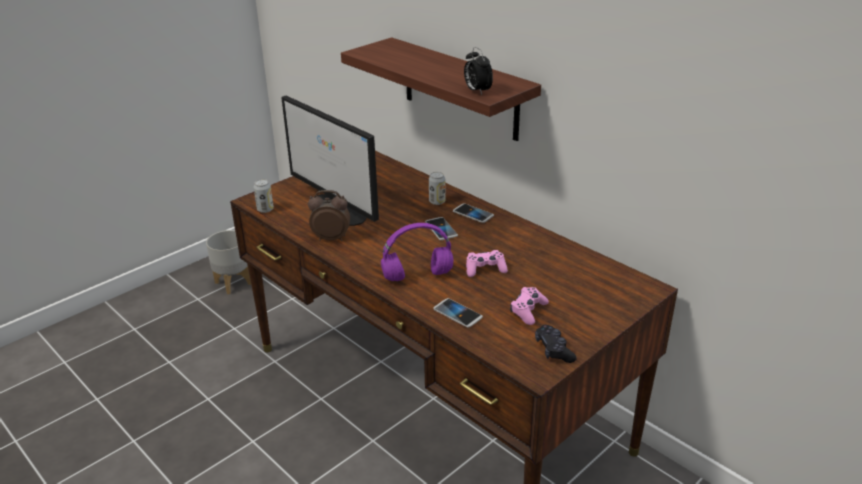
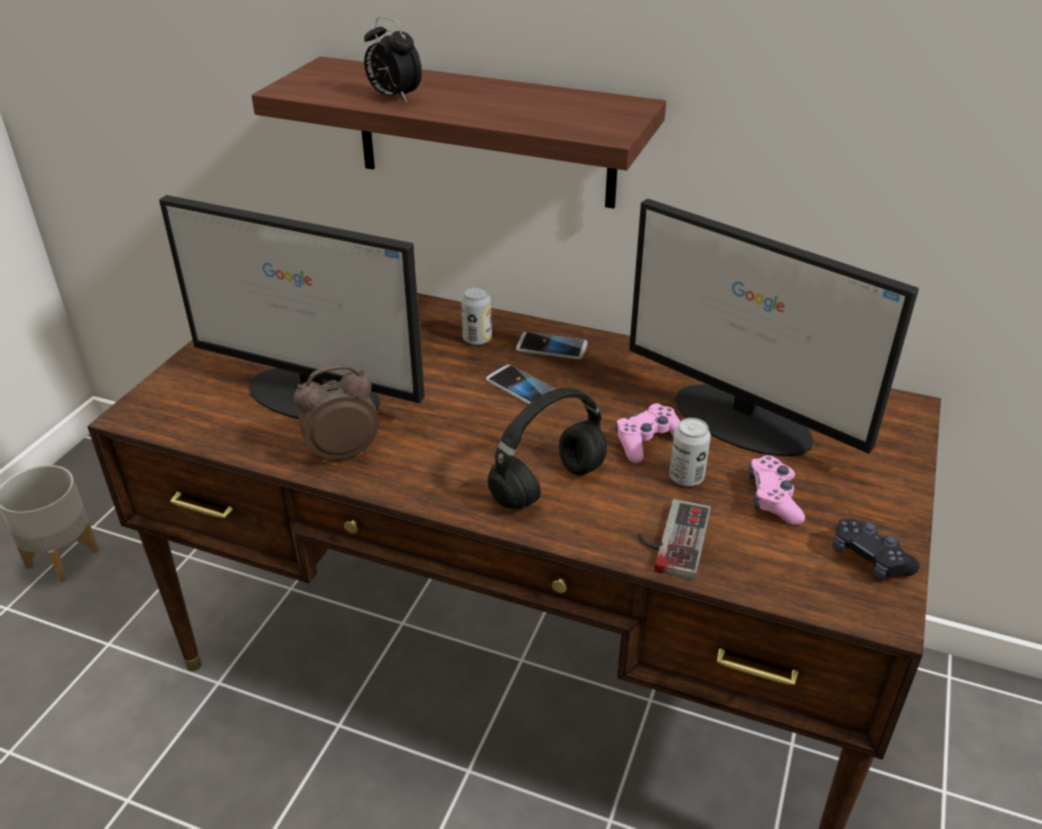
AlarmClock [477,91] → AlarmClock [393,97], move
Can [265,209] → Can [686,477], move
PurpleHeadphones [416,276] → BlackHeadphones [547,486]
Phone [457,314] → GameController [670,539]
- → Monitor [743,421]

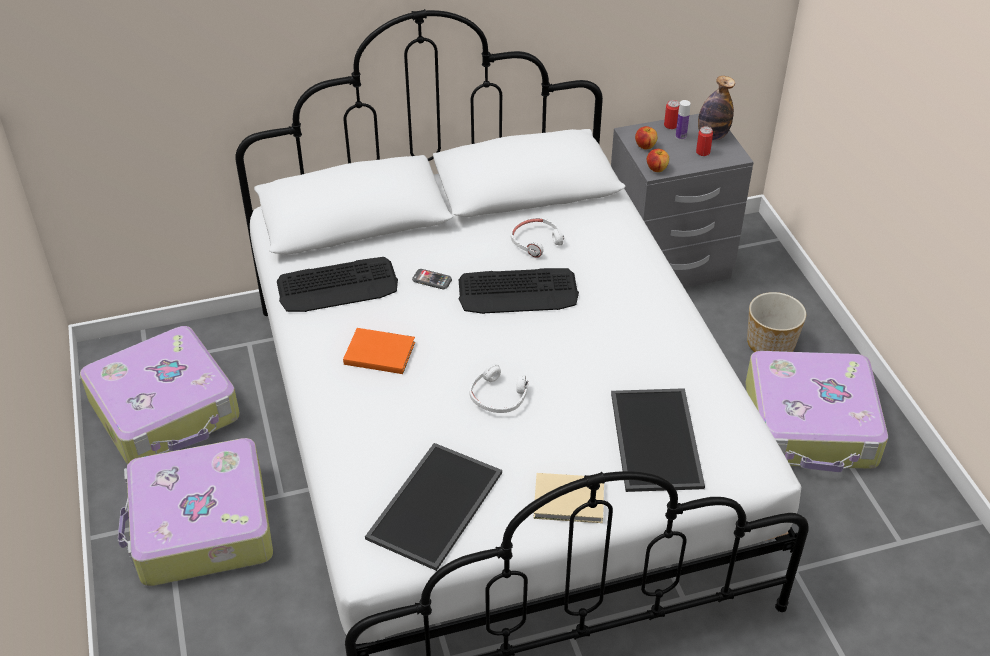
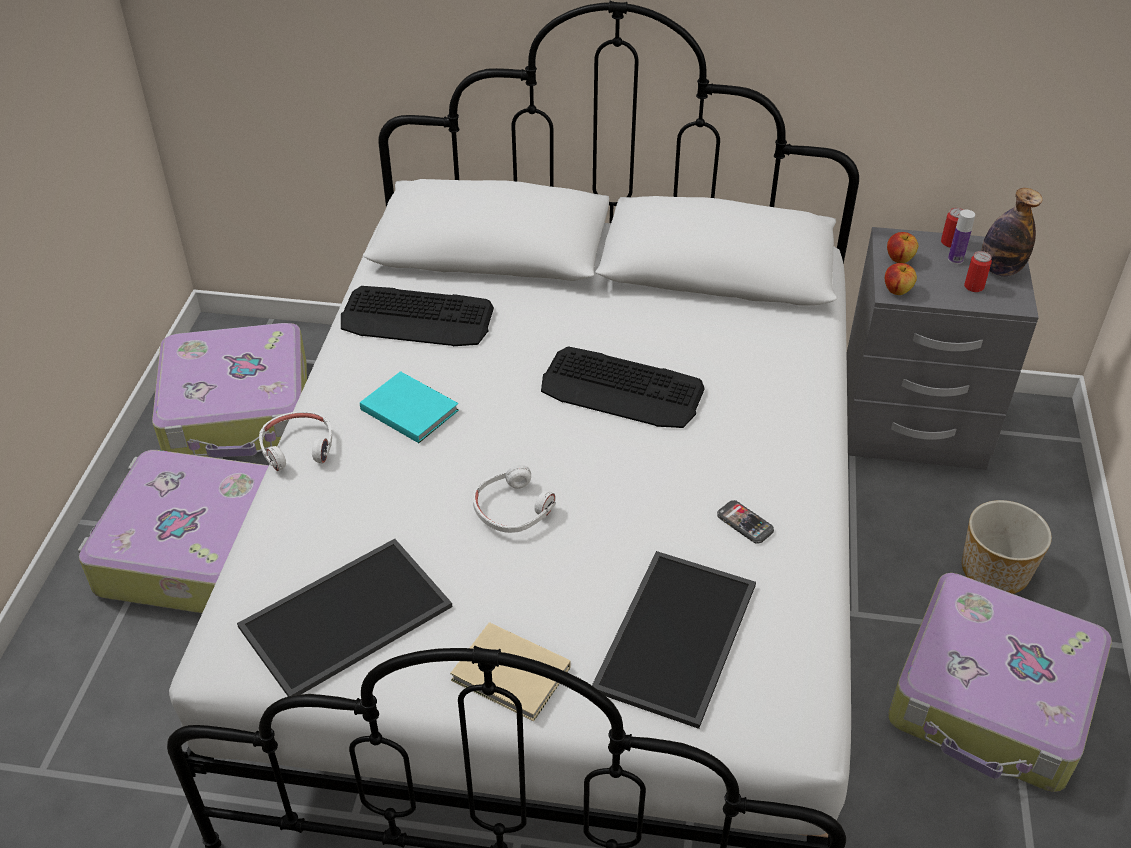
WhiteHeadphones [536,241] → WhiteHeadphones [298,447], move
Phone [432,280] → Phone [745,523], move
OrangeBook [378,352] → TurquoiseBook [408,408]

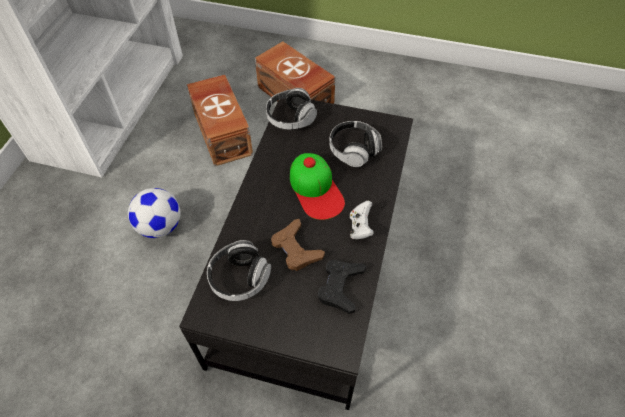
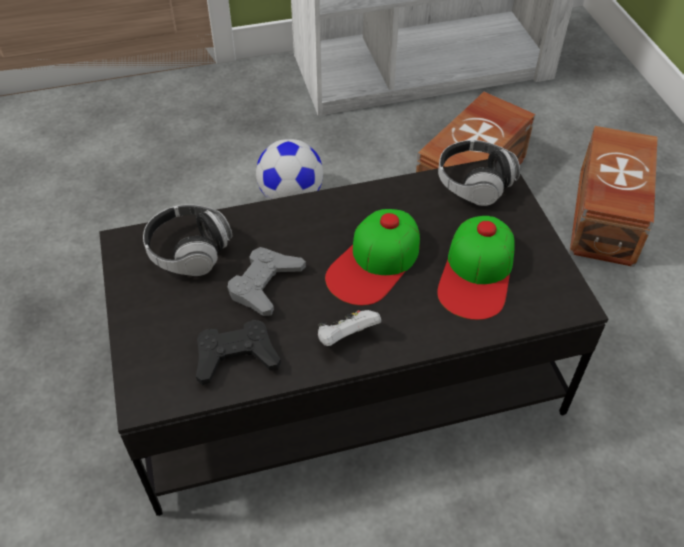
Headphones [353,150] → Cap [477,273]
BrownGameController [296,249] → GreyGameController [265,284]

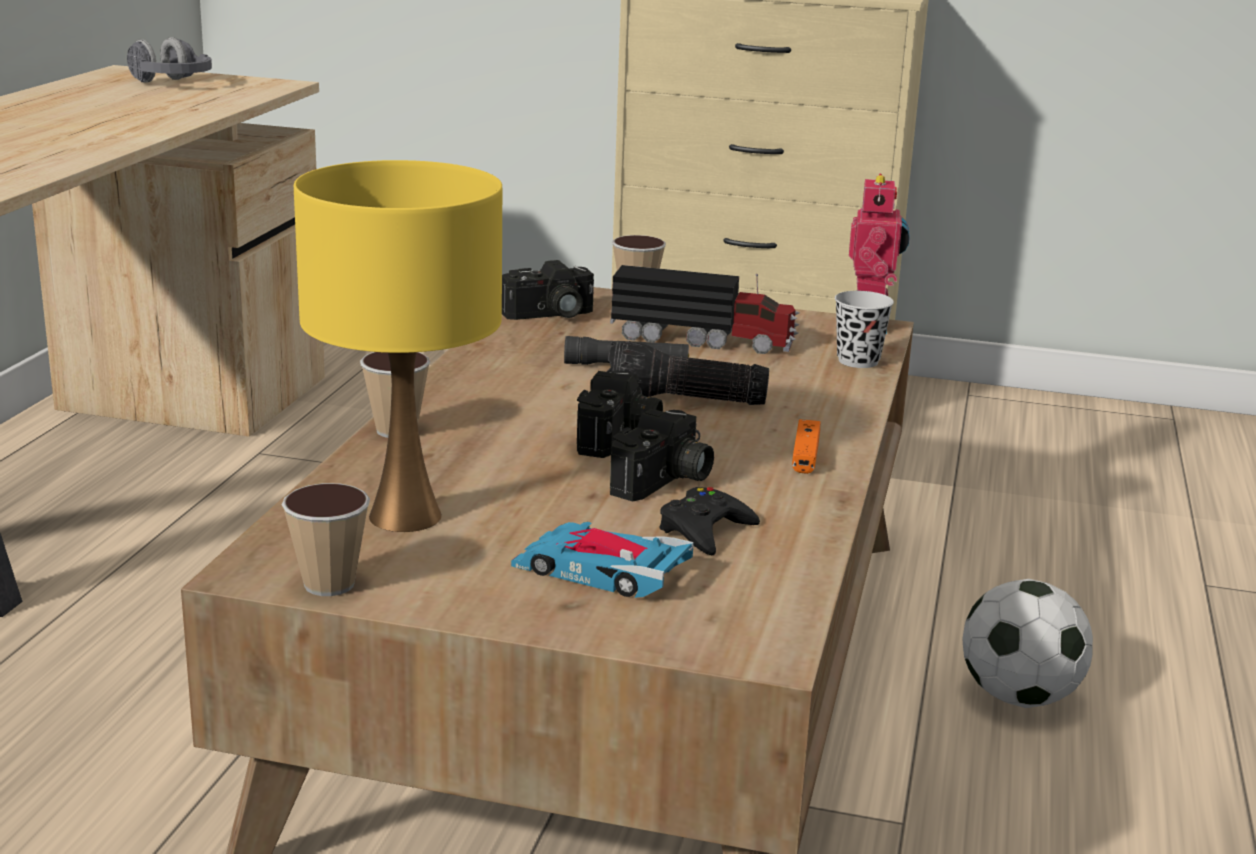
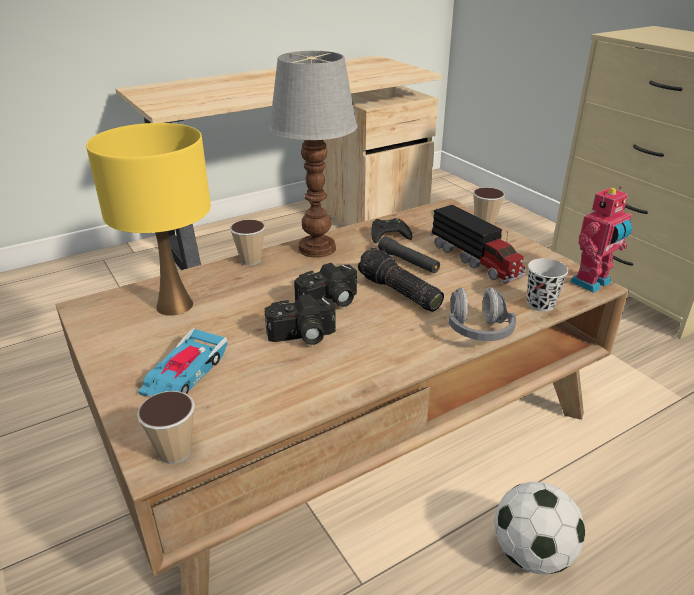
GreyHeadphones [171,84] → GreyHeadphones [478,331], move
PhotoCamera [550,315] → -
OrangeGameController [805,455] → -
Cup [329,584] → Cup [175,452], move
BlackGameController [705,530] → BlackGameController [389,235], move
ToyCar [600,571] → ToyCar [185,373], 135 degrees counterclockwise
- → TableLamp [317,249]

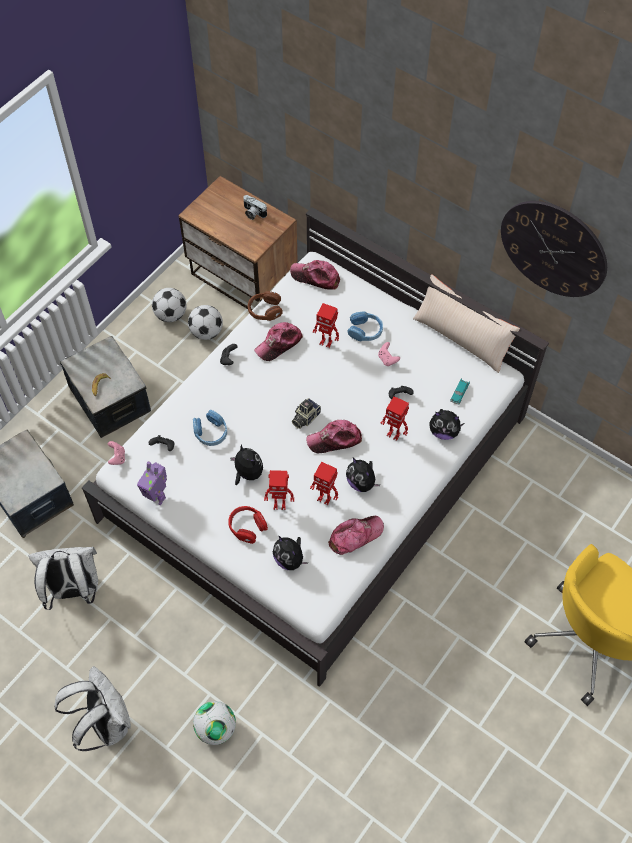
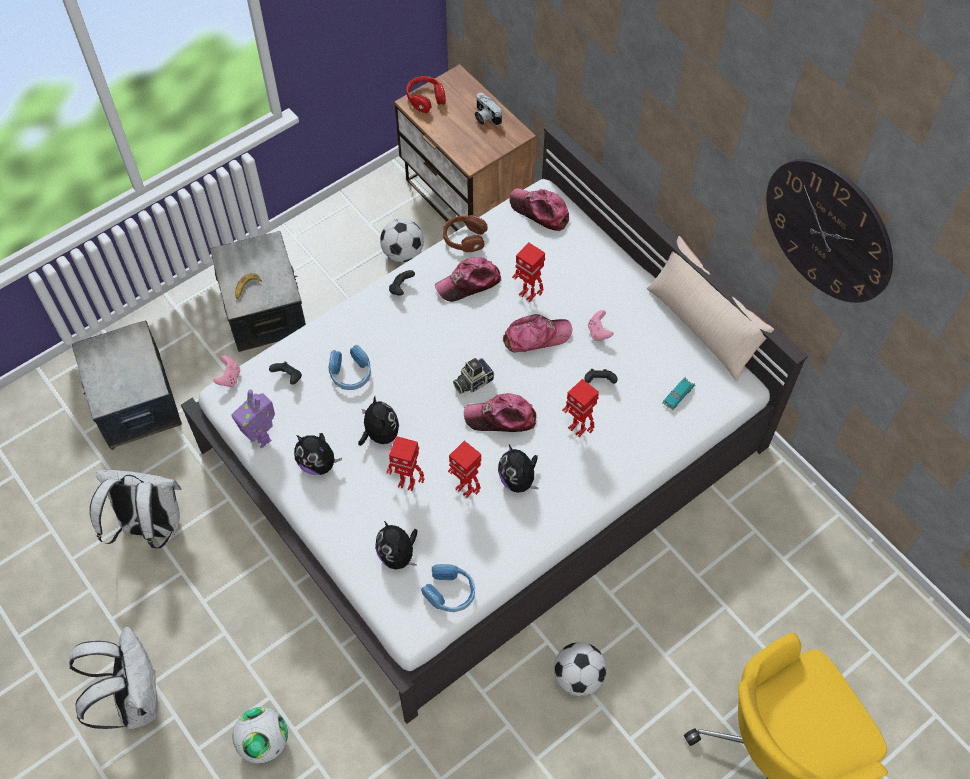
Football [171,315] → Football [578,677], move
BlueHeadphones [365,331] → BlueHeadphones [450,592], move
PlushToy [444,432] → PlushToy [318,463], move
RedHeadphones [247,527] → RedHeadphones [425,99], move
Cap [355,536] → Cap [536,337], move

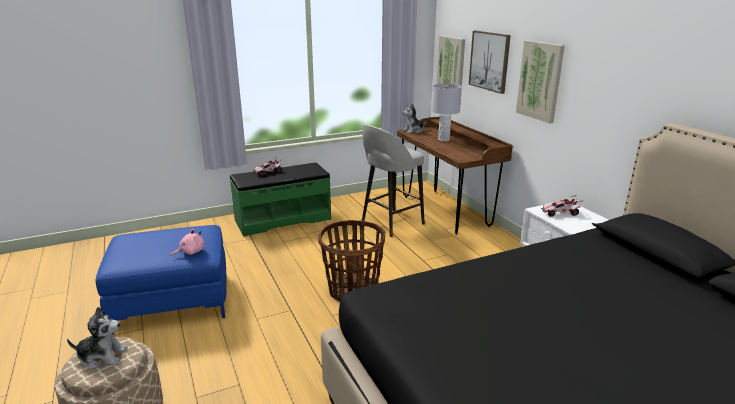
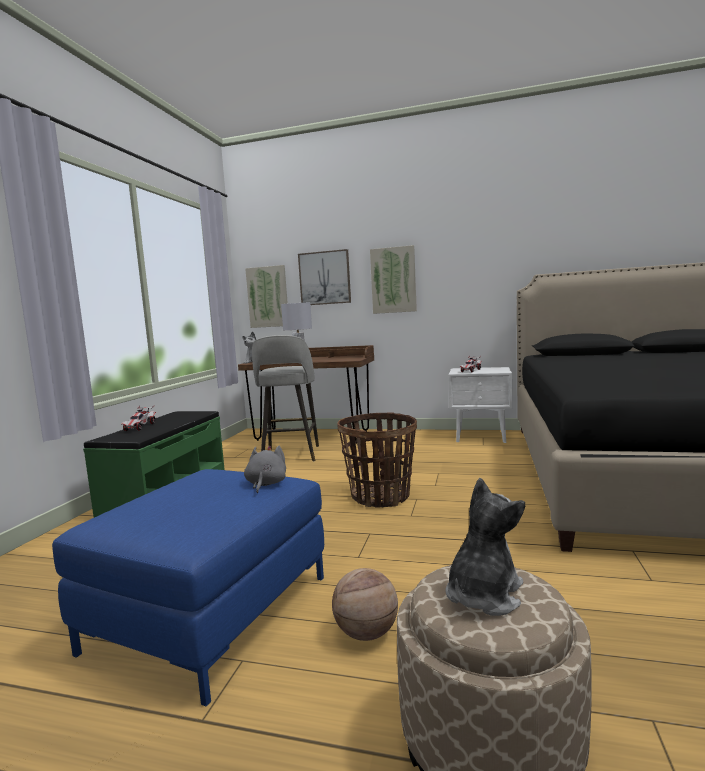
PinkPlushToy [190,252] → GreyPlushToy [265,484]
- → Basketball [366,633]

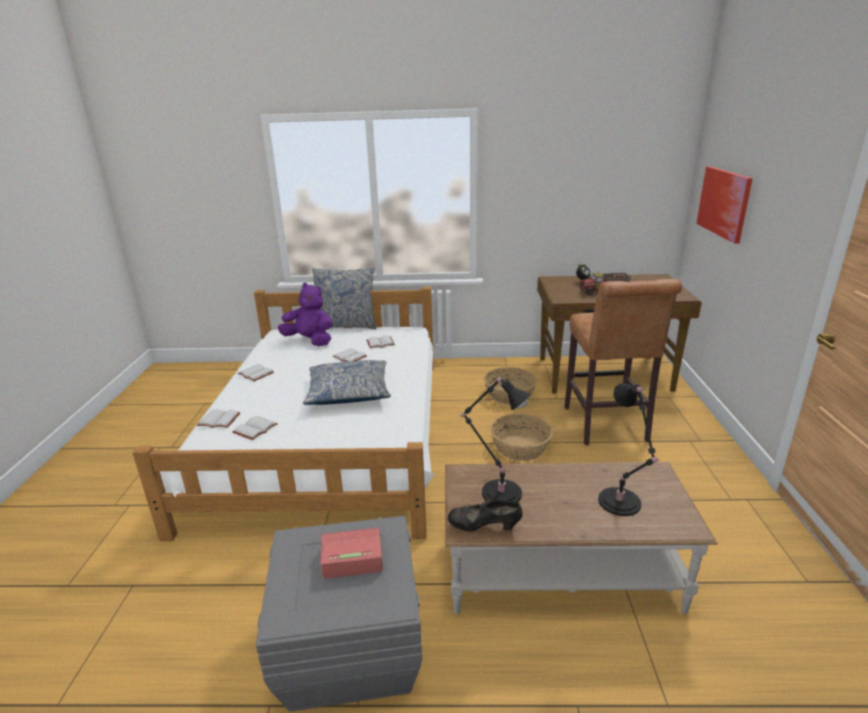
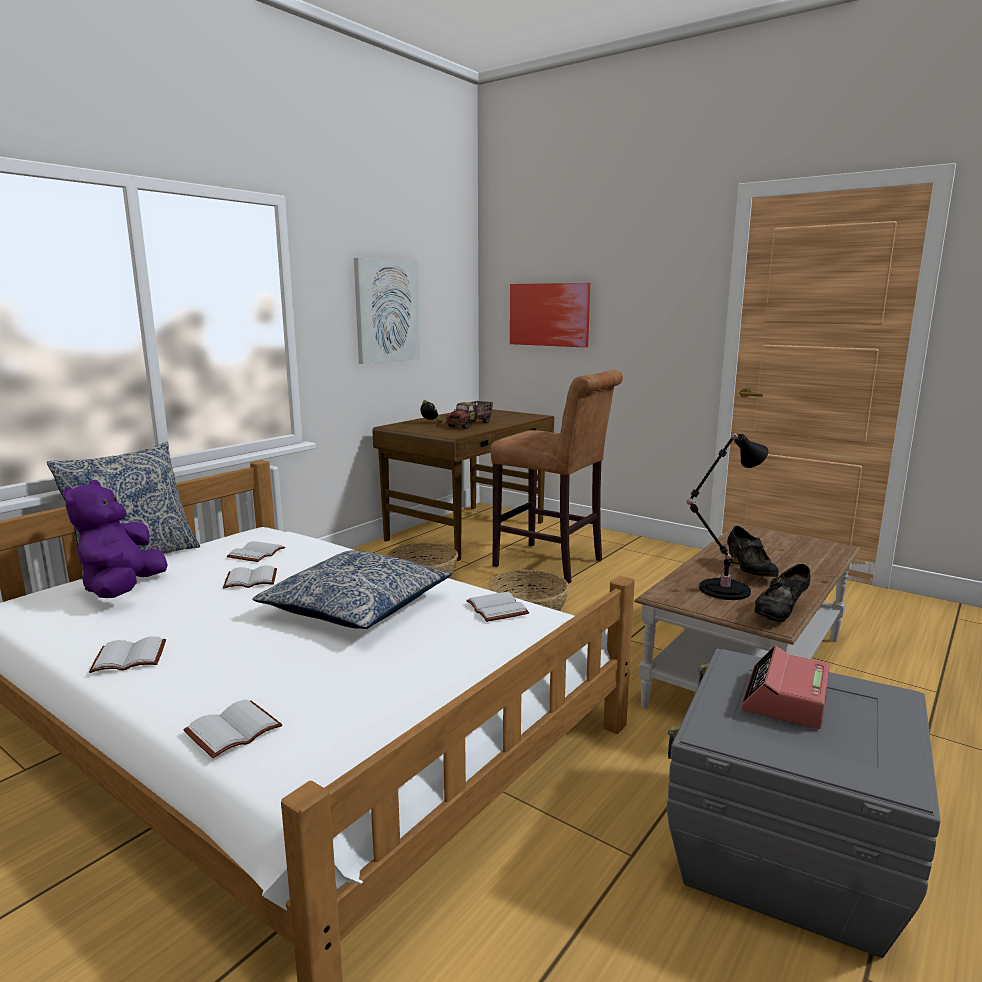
PurplePlushToy [310,341] → PurplePlushToy [123,590], 60 degrees counterclockwise
BlackTableLamp [621,504] → -
WhiteBook [255,429] → WhiteBook [499,609], move
- → Picture [386,311]
- → BlackShoe [749,572]

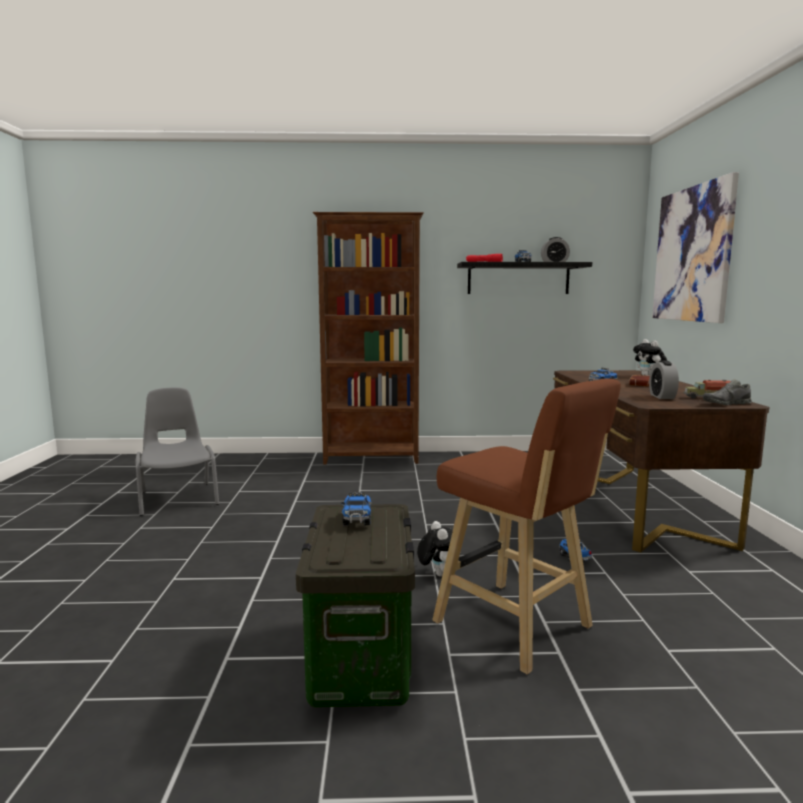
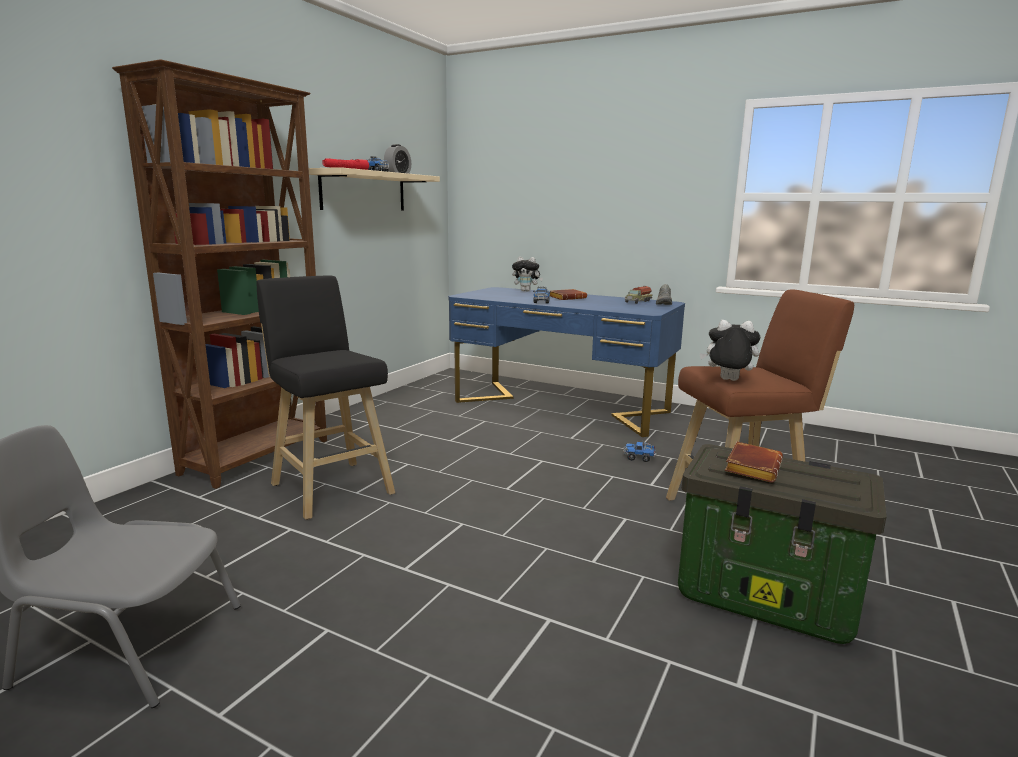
Picture [692,254] → -
BlackShelf [518,279] → BeigeShelf [364,191]
AlarmClock [662,396] → -
BrownDesk [632,503] → BlueDesk [560,407]
ToyTruck [357,520] → BrownBook [751,467]
PlushToy [437,573] → PlushToy [727,380], move
- → BlackStool [330,487]

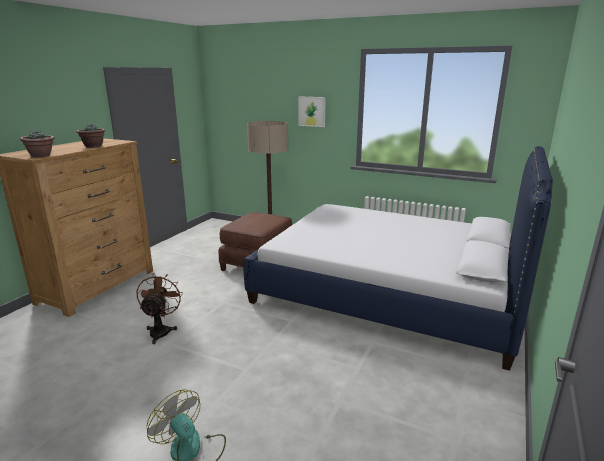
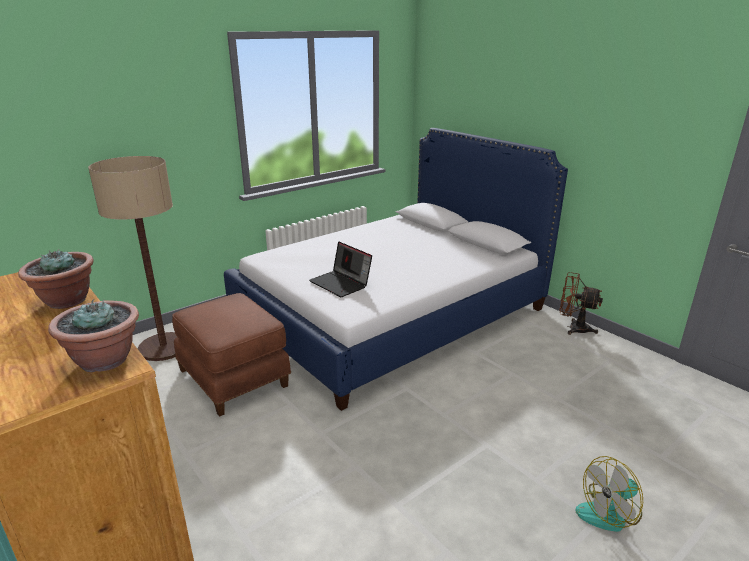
Picture [312,111] → -
BrownFan [161,330] → BrownFan [573,328], move
- → Laptop [341,283]

